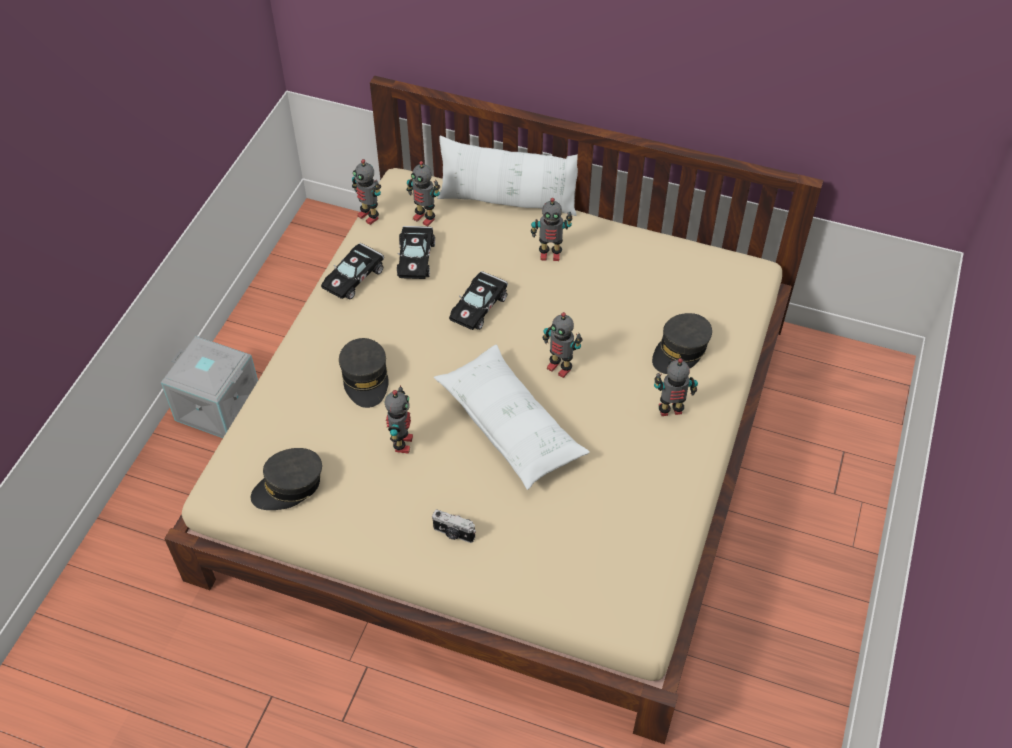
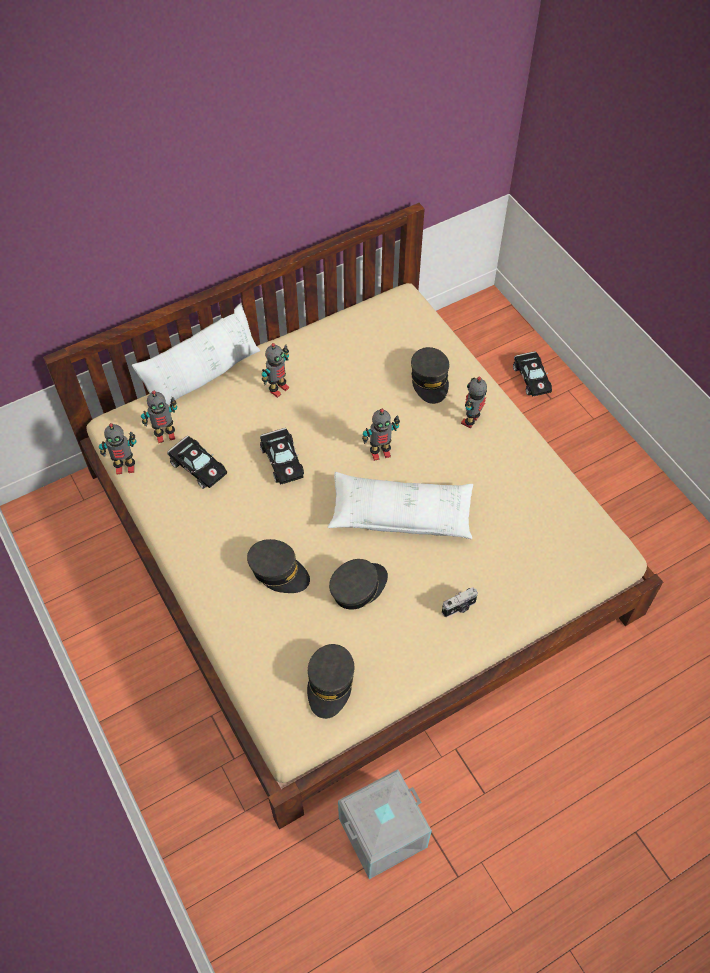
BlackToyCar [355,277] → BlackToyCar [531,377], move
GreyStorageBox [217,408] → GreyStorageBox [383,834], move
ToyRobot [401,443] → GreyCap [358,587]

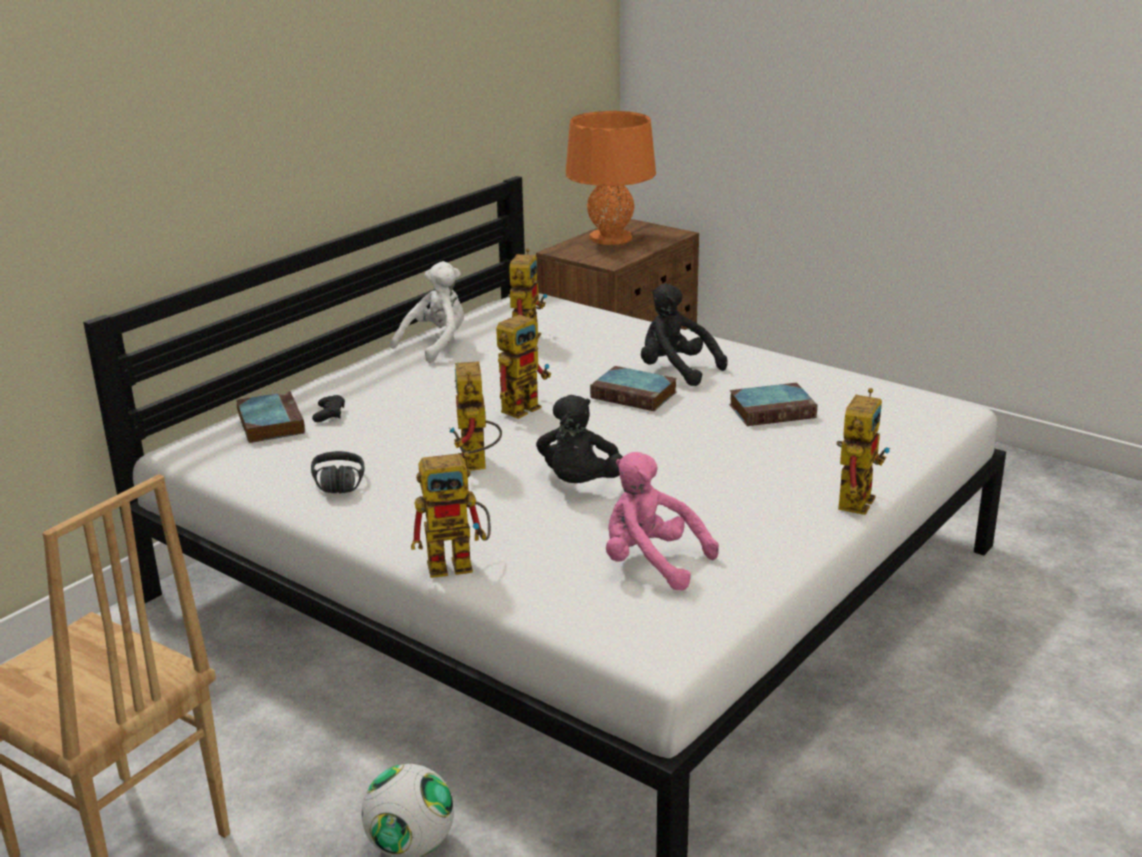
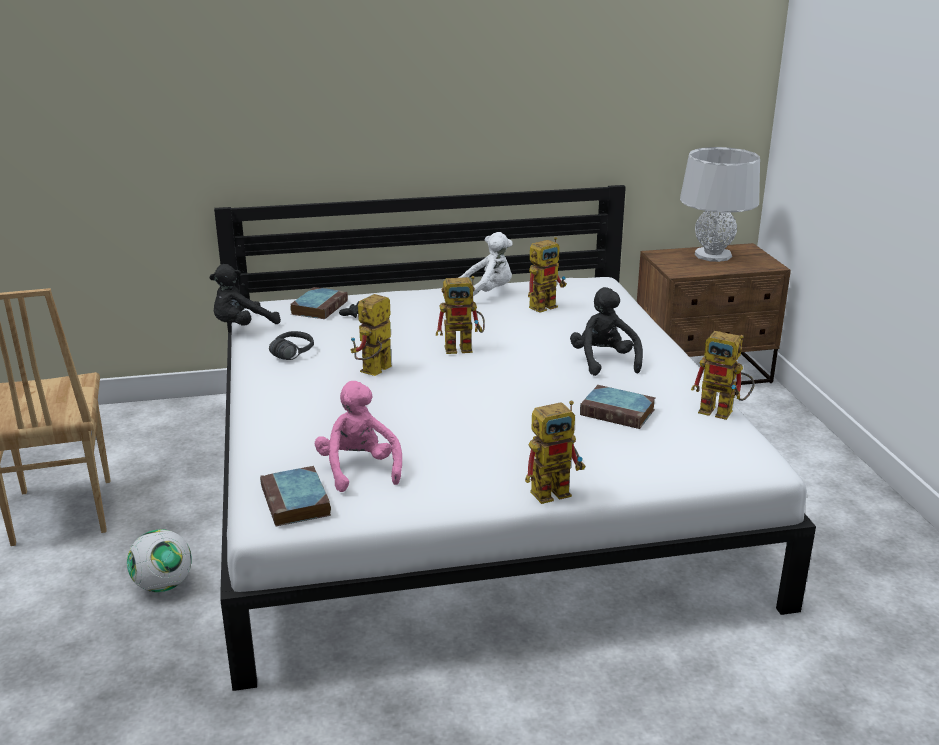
OrangeTableLamp [610,238] → GreyTableLamp [713,255]
Book [635,395] → Book [296,502], move
BlackPlushToy [579,484] → BlackPlushToy [242,327], move
ToyRobot [460,563] → ToyRobot [723,412], move

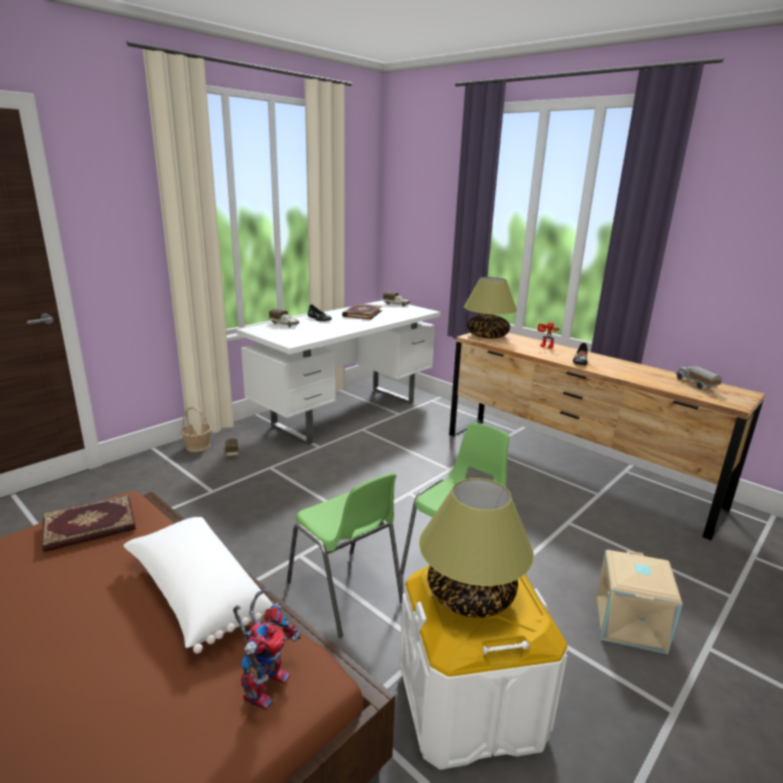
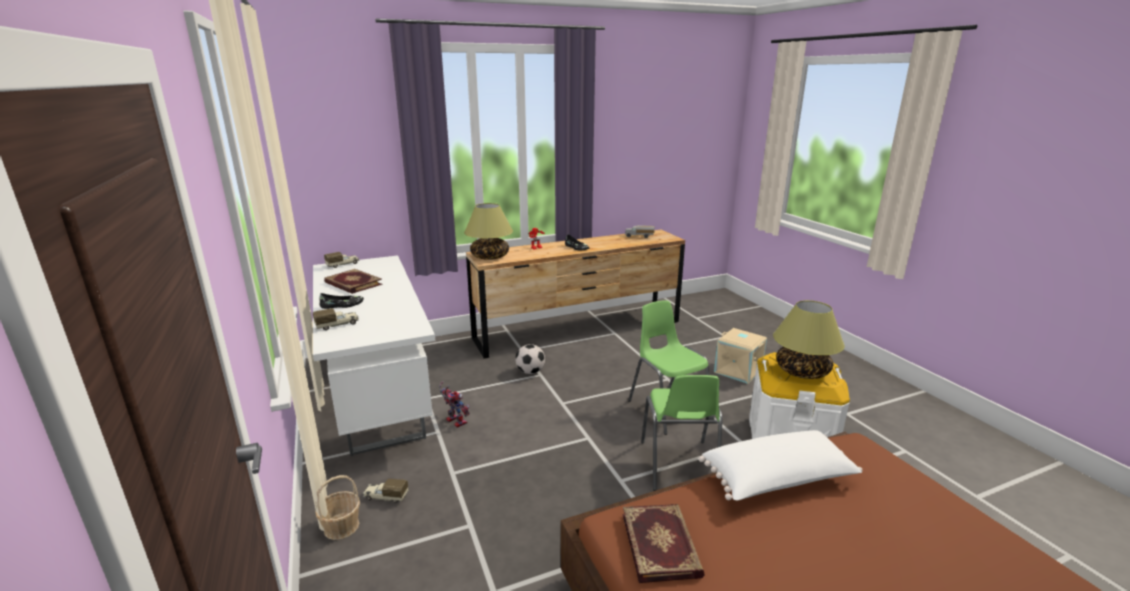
GreenChair [345,592] → GreenChair [678,466], 105 degrees clockwise
ToyRobot [266,683] → ToyRobot [454,421], move
- → Football [530,372]

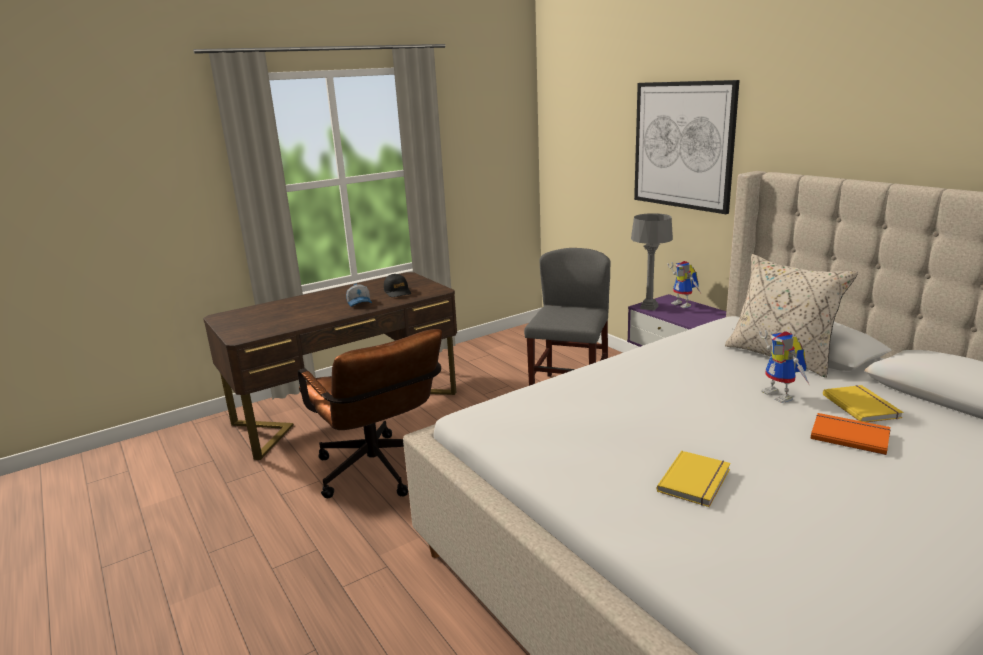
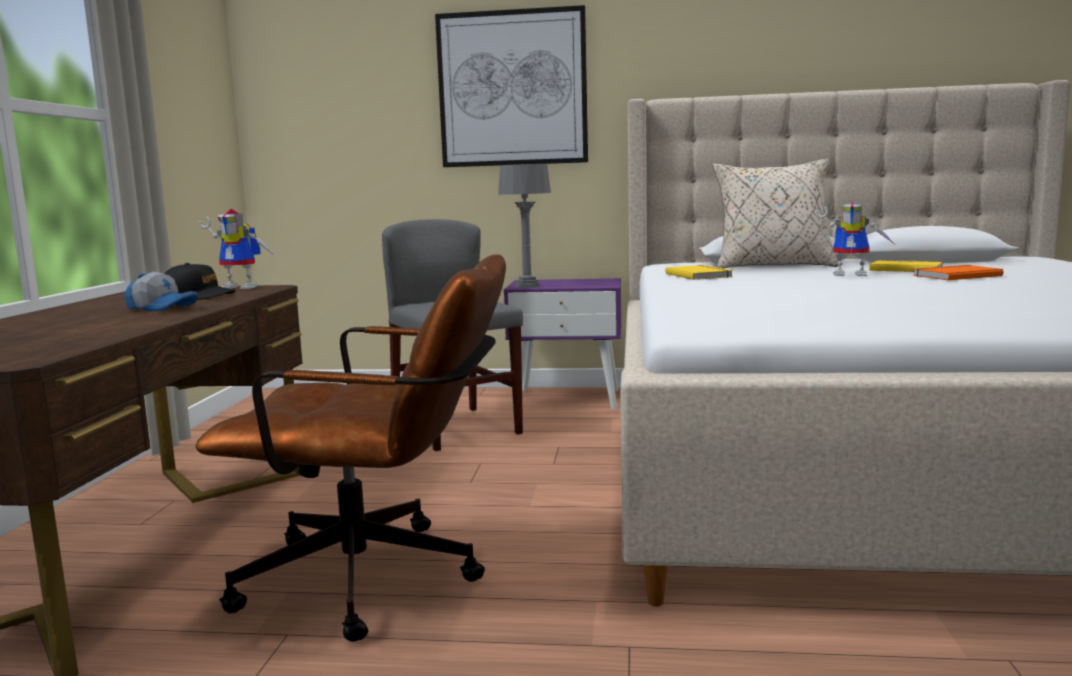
ToyRobot [684,305] → ToyRobot [244,287], move
YellowBook [696,481] → YellowBook [700,275], move

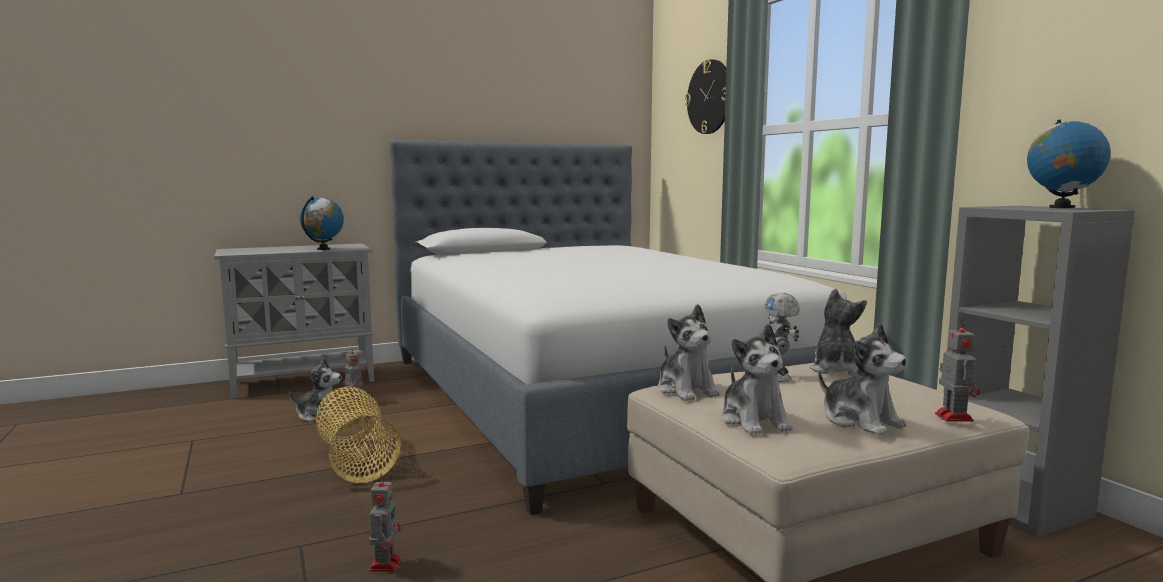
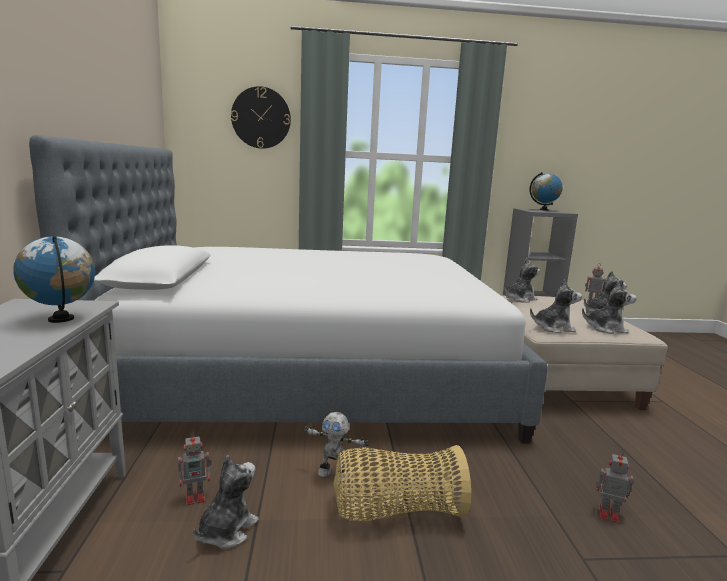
PlushToy [835,370] → PlushToy [519,299], 120 degrees clockwise
ToyRobot [778,376] → ToyRobot [333,474], move

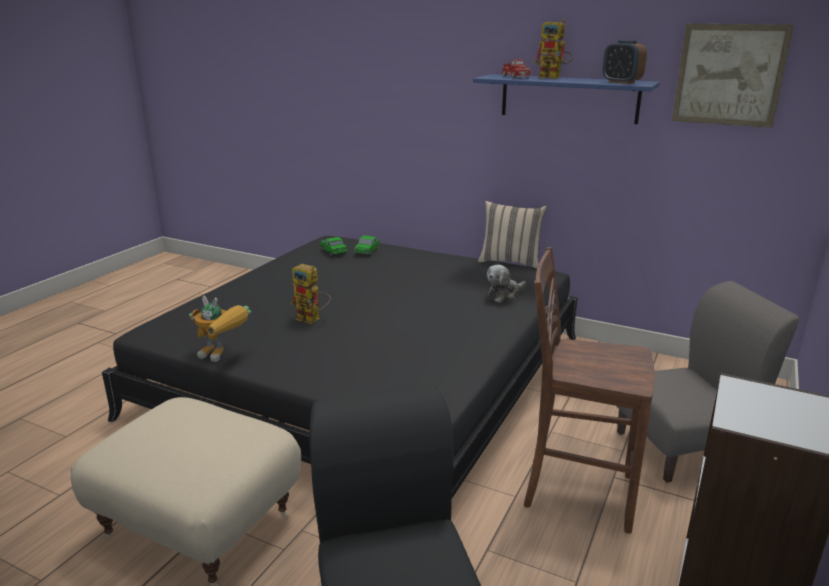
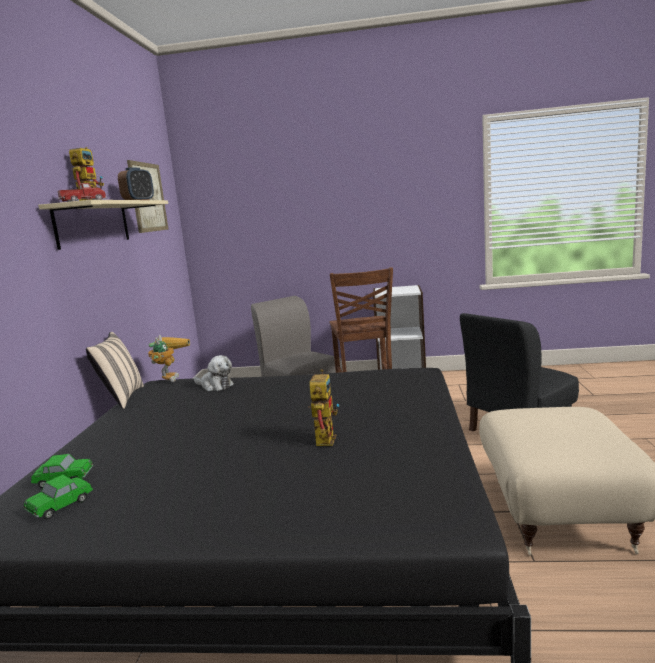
BlueShelf [569,98] → BeigeShelf [93,224]
ToyRobot [223,355] → ToyRobot [169,377], move

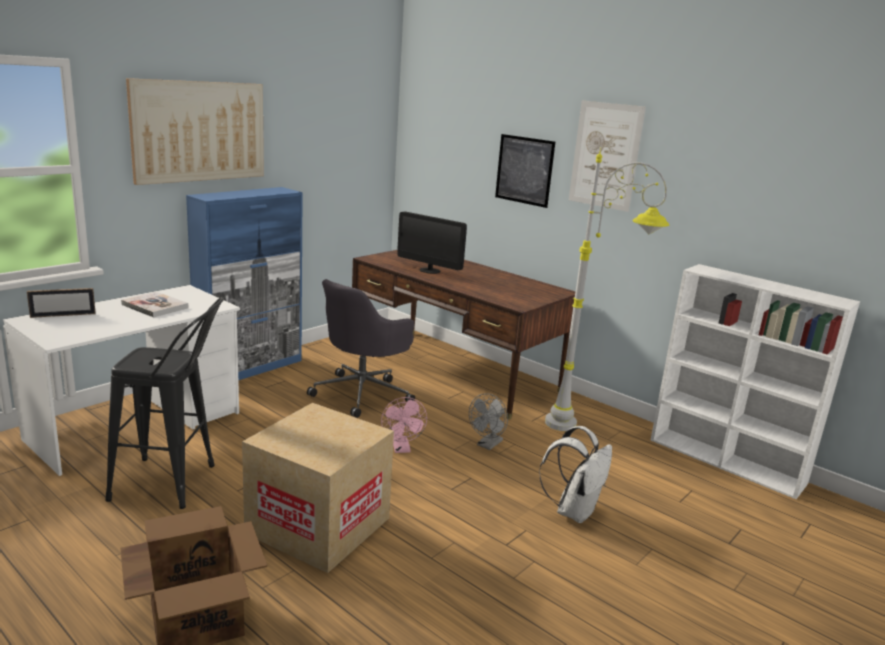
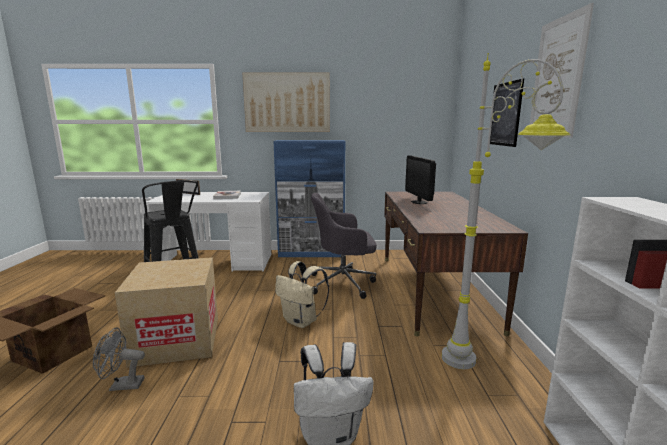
GreyFan [487,445] → GreyFan [121,385], move
PinkFan [402,449] → BeigeBackpack [302,321]

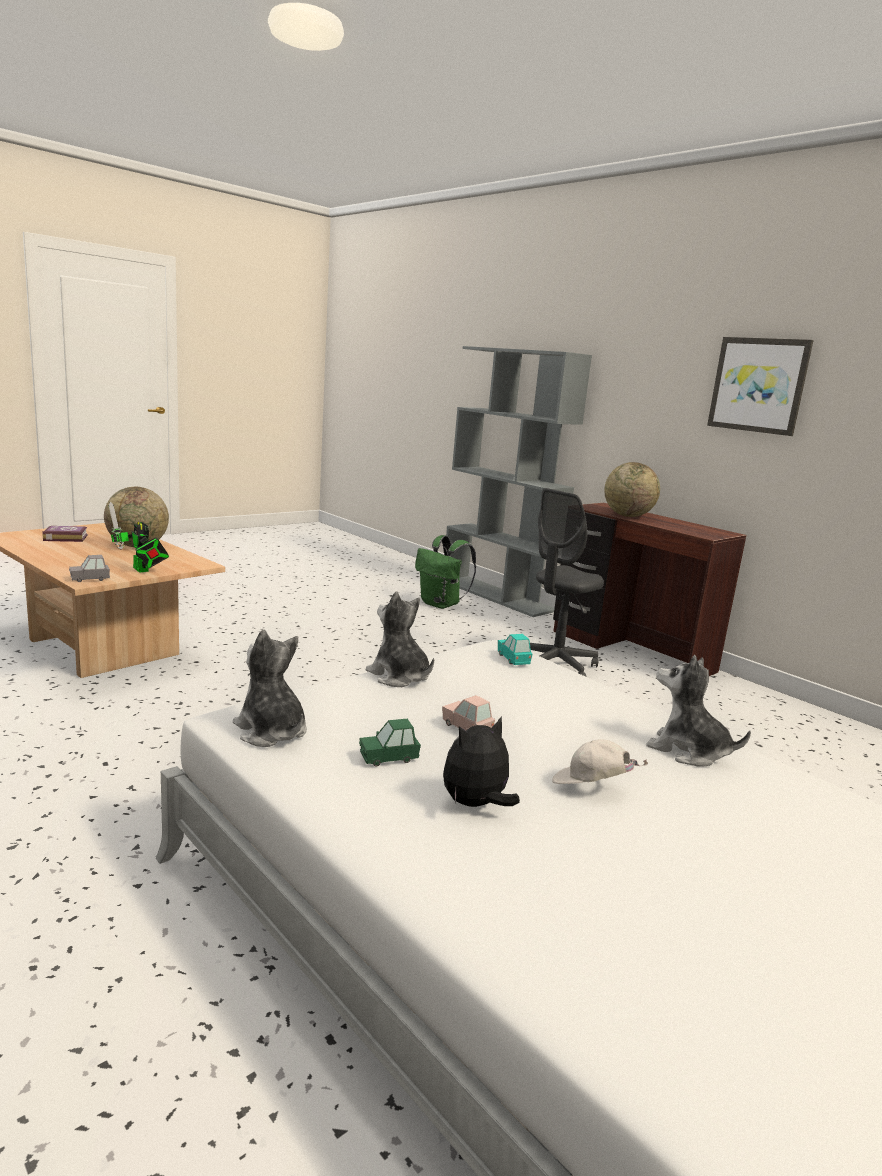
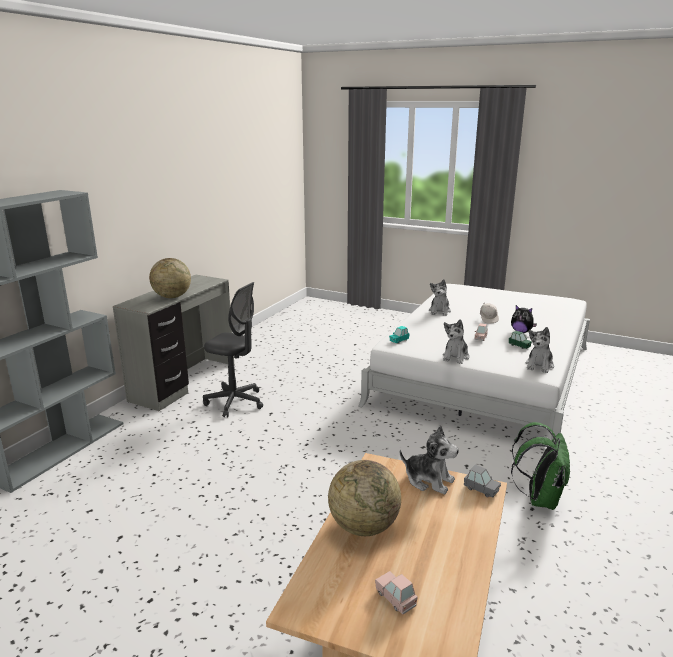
Picture [758,385] → -
ToyRobot [142,570] → PlushToy [429,480]
BrownDesk [630,652] → GreyDesk [185,382]
Book [64,537] → PinkToyCar [395,598]
GreenBackpack [441,604] → GreenBackpack [539,498], move

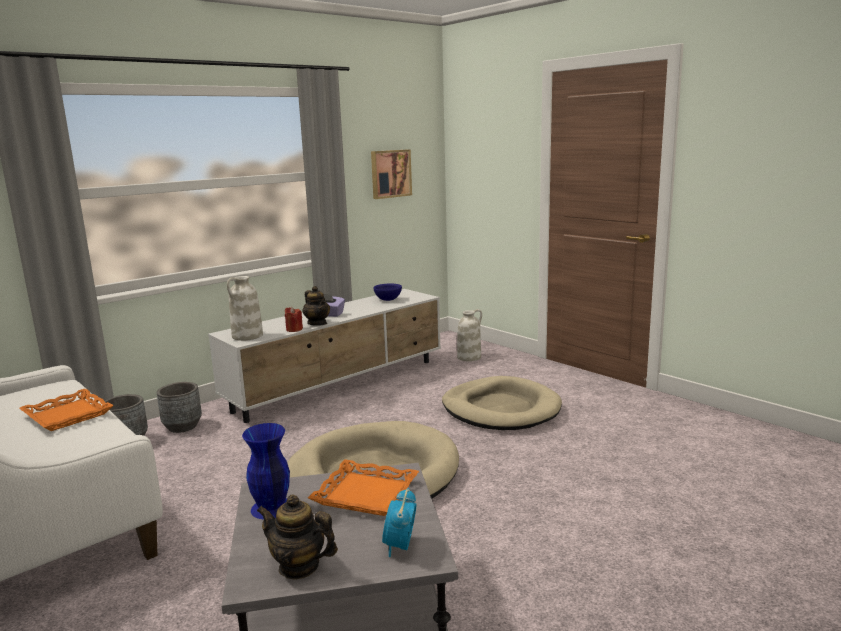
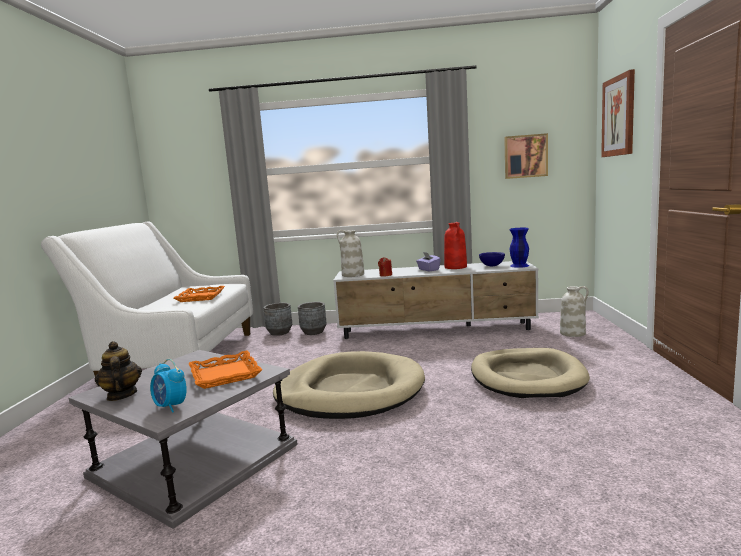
Teapot [317,323] → -
BlueVase [271,508] → BlueVase [519,265], move
AlarmClock [400,546] → AlarmClock [171,407], 105 degrees counterclockwise
- → Picture [619,116]
- → RedVase [456,267]

